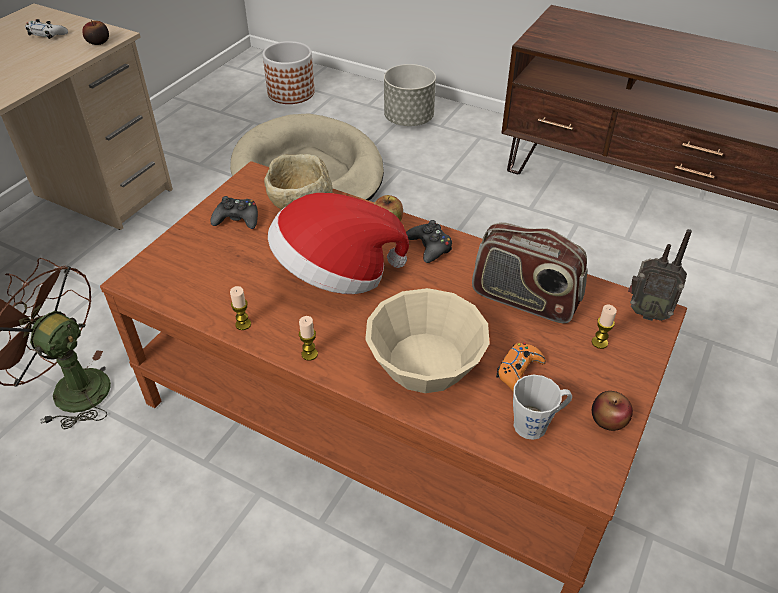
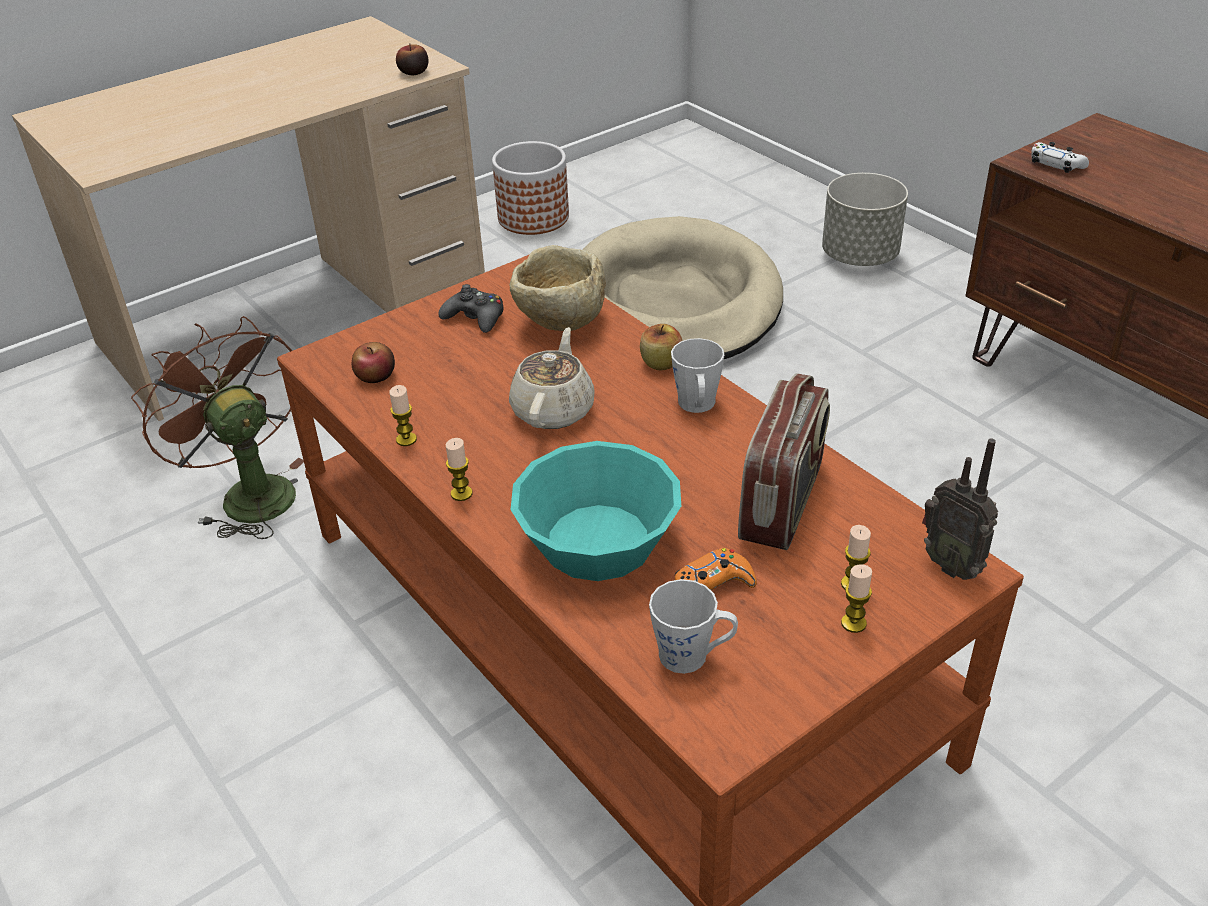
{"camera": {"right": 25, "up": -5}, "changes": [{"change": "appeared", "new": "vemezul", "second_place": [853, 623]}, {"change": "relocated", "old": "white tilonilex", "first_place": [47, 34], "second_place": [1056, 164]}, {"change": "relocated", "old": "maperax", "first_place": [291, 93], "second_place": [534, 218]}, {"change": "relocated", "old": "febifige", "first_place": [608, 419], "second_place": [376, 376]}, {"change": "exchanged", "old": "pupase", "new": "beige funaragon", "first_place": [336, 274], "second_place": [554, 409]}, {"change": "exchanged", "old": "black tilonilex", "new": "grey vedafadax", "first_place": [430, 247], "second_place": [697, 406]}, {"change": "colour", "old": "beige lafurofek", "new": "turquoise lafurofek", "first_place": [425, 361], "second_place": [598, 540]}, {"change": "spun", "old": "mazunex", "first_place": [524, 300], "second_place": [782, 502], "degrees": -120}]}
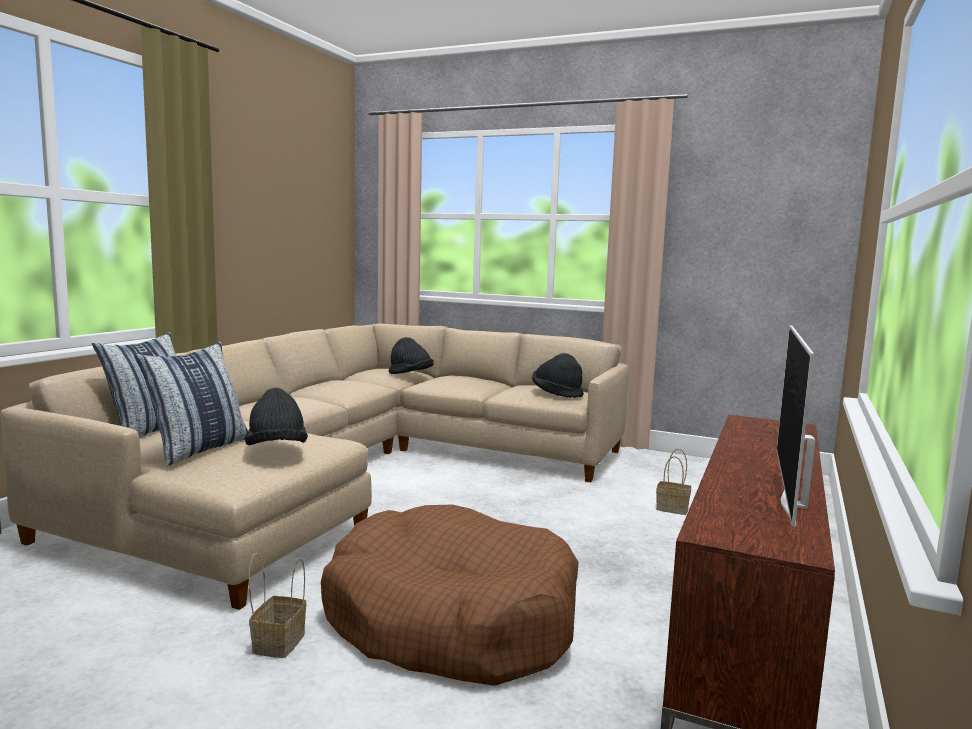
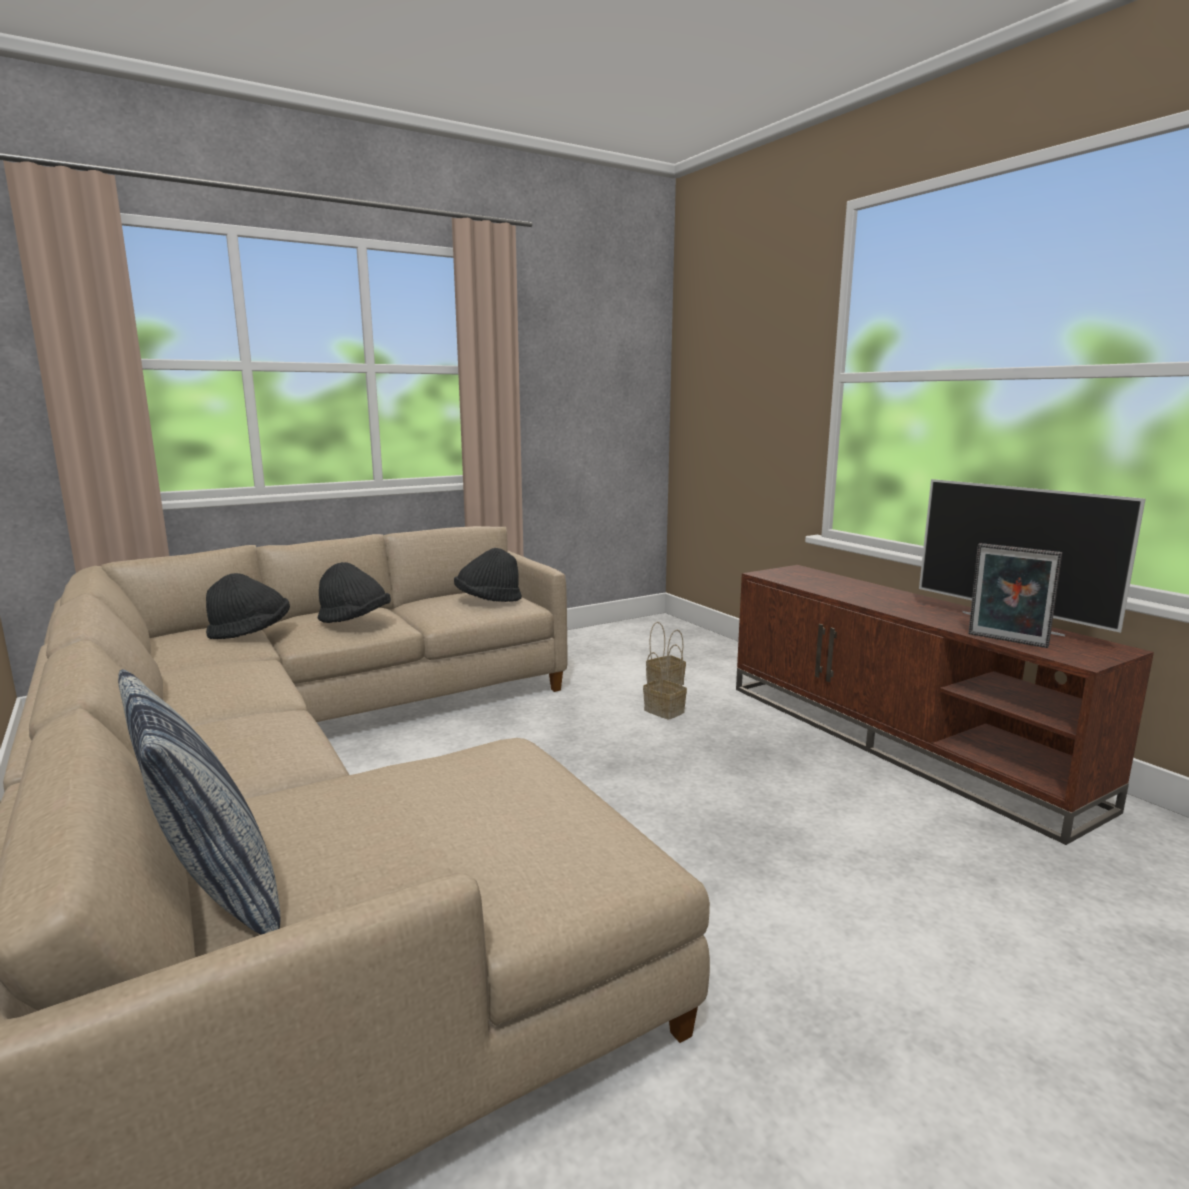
{"camera": {"right": -55, "up": 5}, "changes": [{"change": "missing", "old": "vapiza", "first_place": [199, 449]}, {"change": "missing", "old": "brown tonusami", "first_place": [450, 619]}, {"change": "appeared", "new": "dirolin", "second_place": [1006, 641]}, {"change": "relocated", "old": "black pupase", "first_place": [276, 450], "second_place": [355, 621]}, {"change": "relocated", "old": "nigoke", "first_place": [279, 641], "second_place": [662, 711]}]}
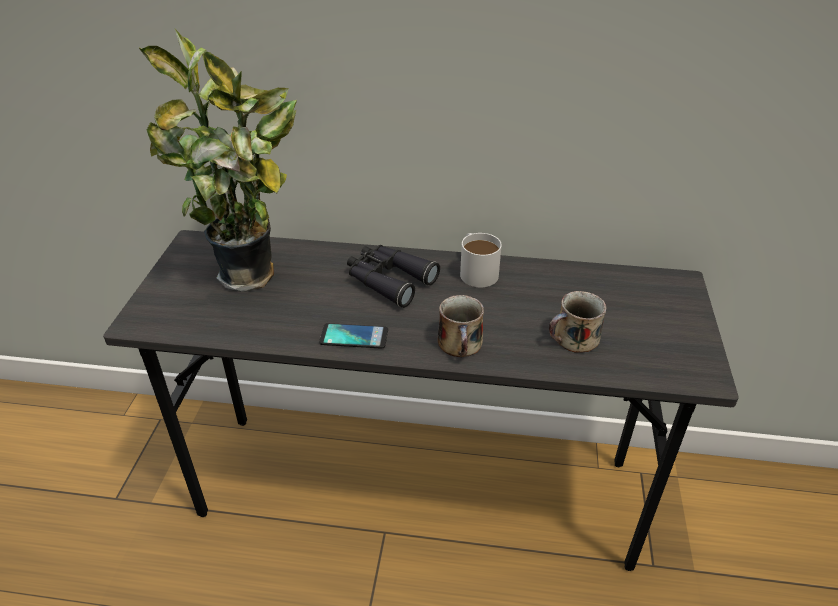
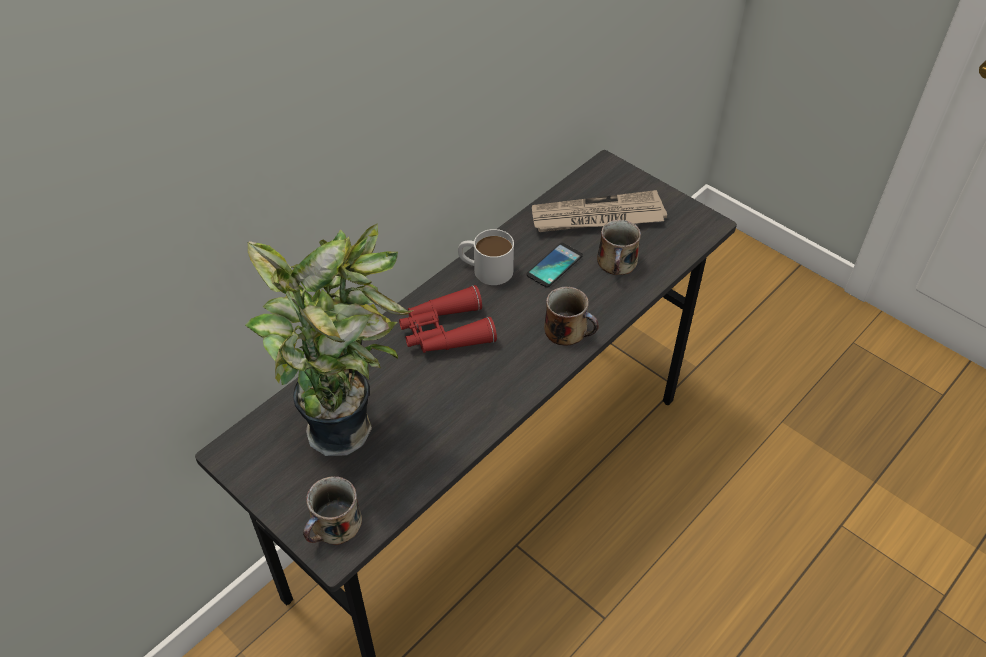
{"camera": {"right": -55, "up": 10}, "changes": [{"change": "appeared", "new": "vedafadax", "second_place": [335, 525]}, {"change": "appeared", "new": "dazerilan", "second_place": [597, 217]}, {"change": "relocated", "old": "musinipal", "first_place": [354, 337], "second_place": [554, 265]}, {"change": "colour", "old": "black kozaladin", "new": "red kozaladin", "first_place": [388, 280], "second_place": [445, 332]}]}
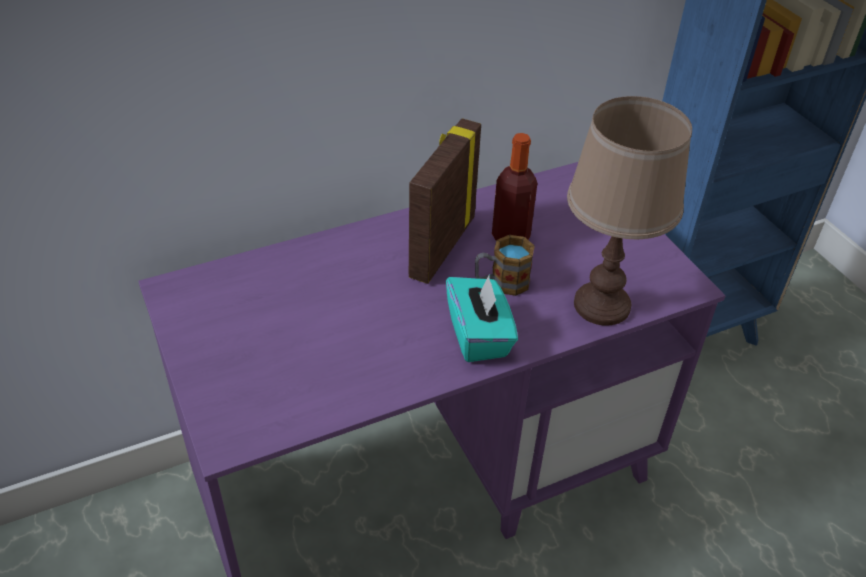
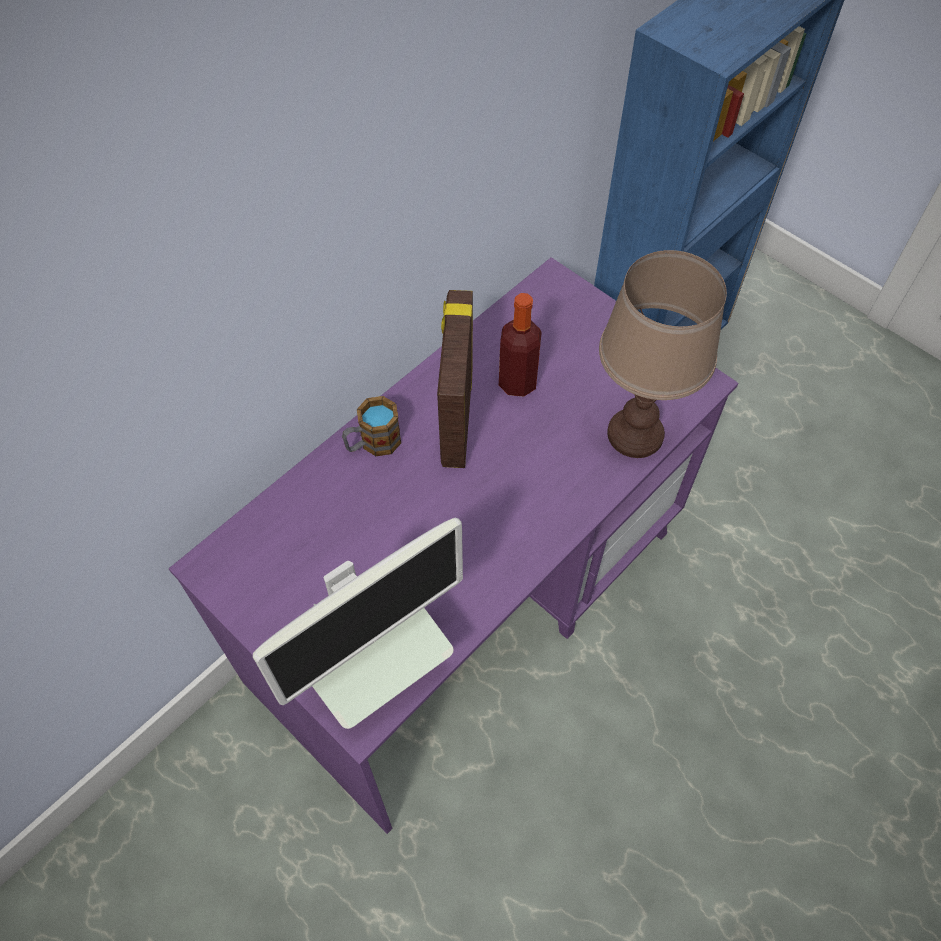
{"camera": {"right": -20, "up": 15}, "changes": [{"change": "missing", "old": "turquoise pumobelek", "first_place": [479, 336]}, {"change": "appeared", "new": "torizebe", "second_place": [375, 668]}, {"change": "relocated", "old": "vedafadax", "first_place": [501, 282], "second_place": [373, 443]}]}
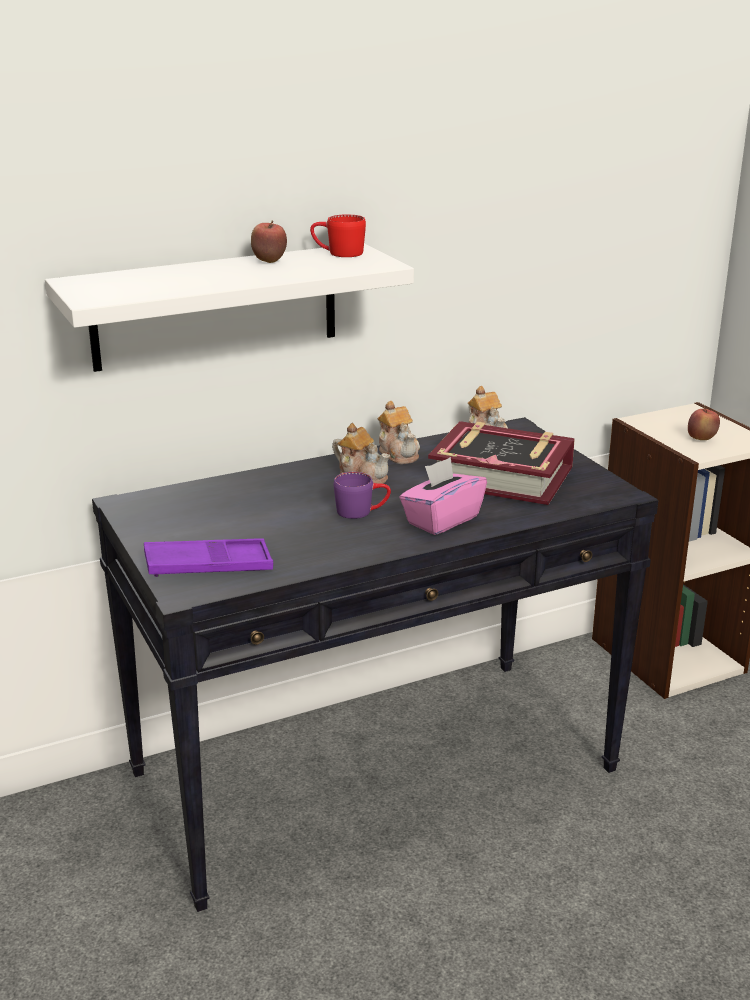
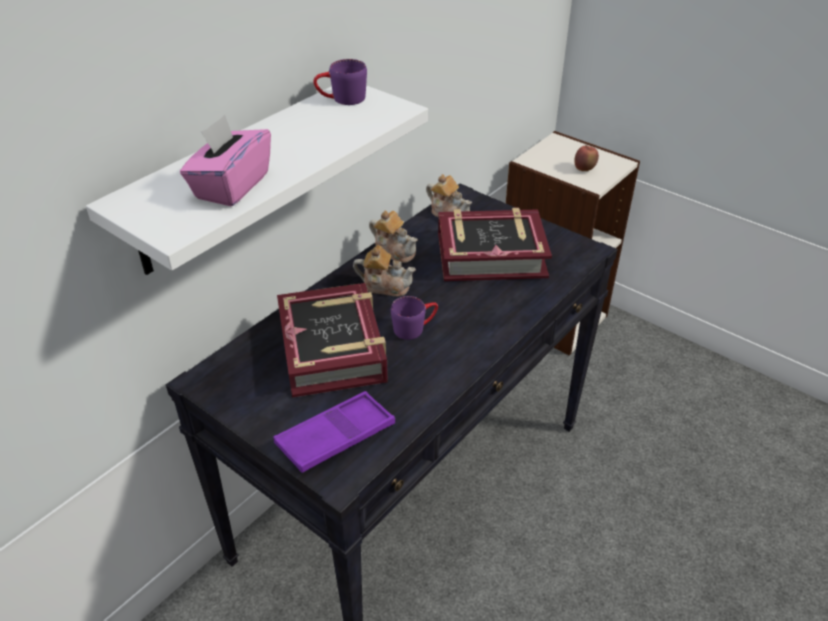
{"camera": {"right": -25, "up": 15}, "changes": [{"change": "missing", "old": "febifige", "first_place": [269, 261]}, {"change": "appeared", "new": "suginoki", "second_place": [333, 348]}, {"change": "relocated", "old": "pink pumobelek", "first_place": [442, 520], "second_place": [231, 186]}, {"change": "colour", "old": "red vedafadax", "new": "purple vedafadax", "first_place": [338, 253], "second_place": [341, 99]}]}
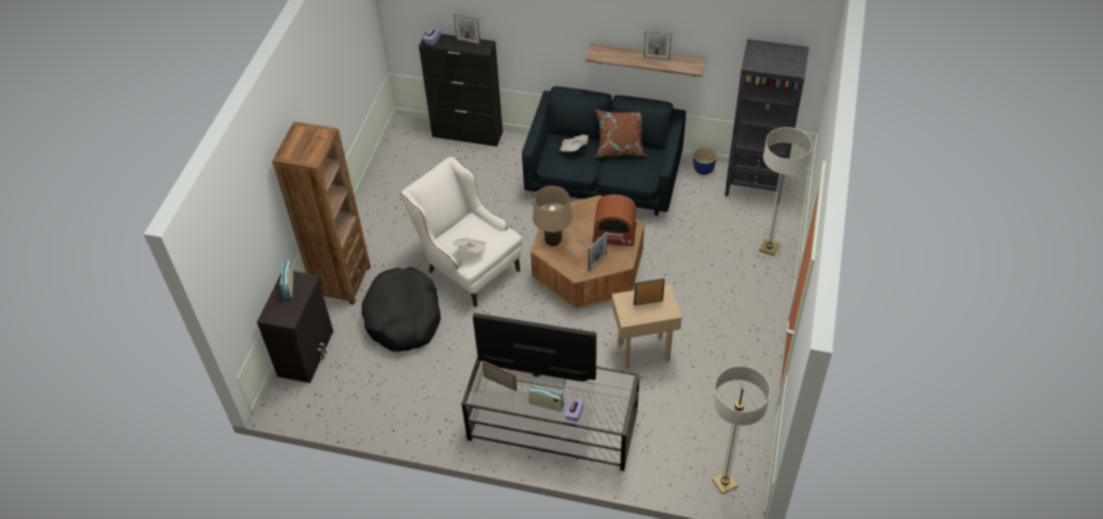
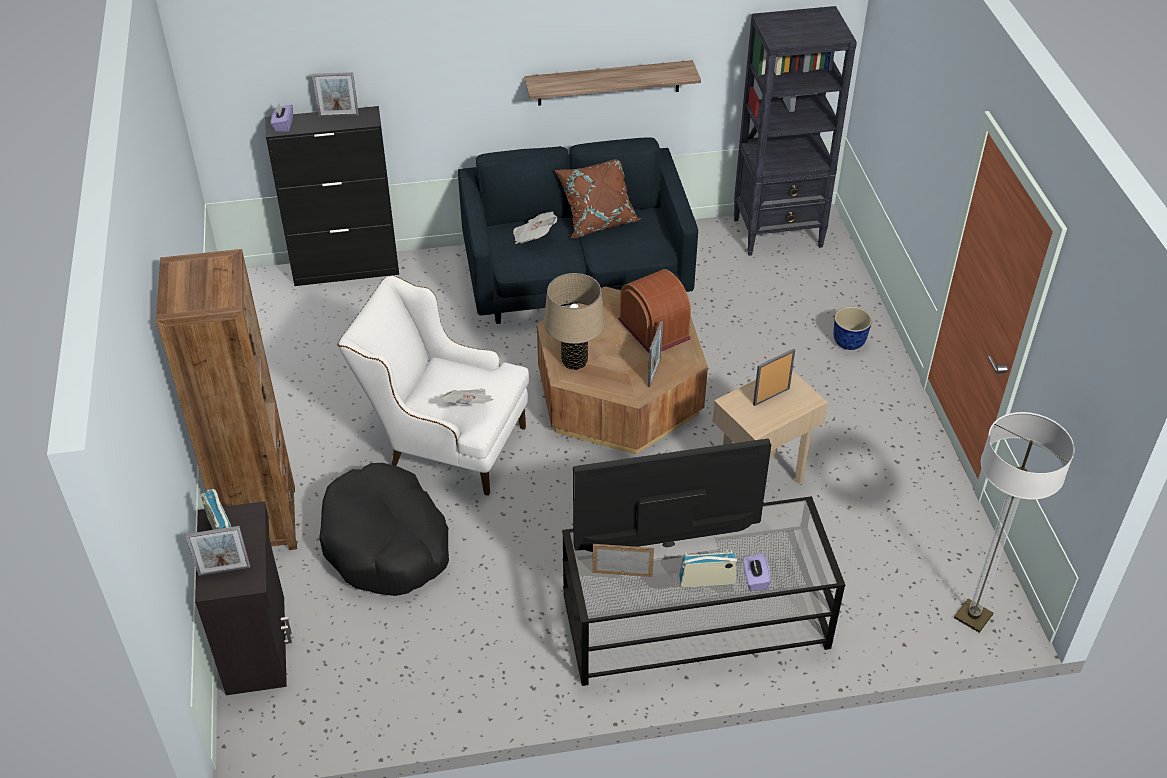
{"camera": {"right": -25, "up": -5}, "changes": [{"change": "missing", "old": "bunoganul", "first_place": [769, 248]}, {"change": "relocated", "old": "dirolin", "first_place": [656, 58], "second_place": [224, 570]}, {"change": "relocated", "old": "maperax", "first_place": [703, 169], "second_place": [849, 342]}, {"change": "spun", "old": "mazunex", "first_place": [614, 233], "second_place": [654, 329], "degrees": -105}]}
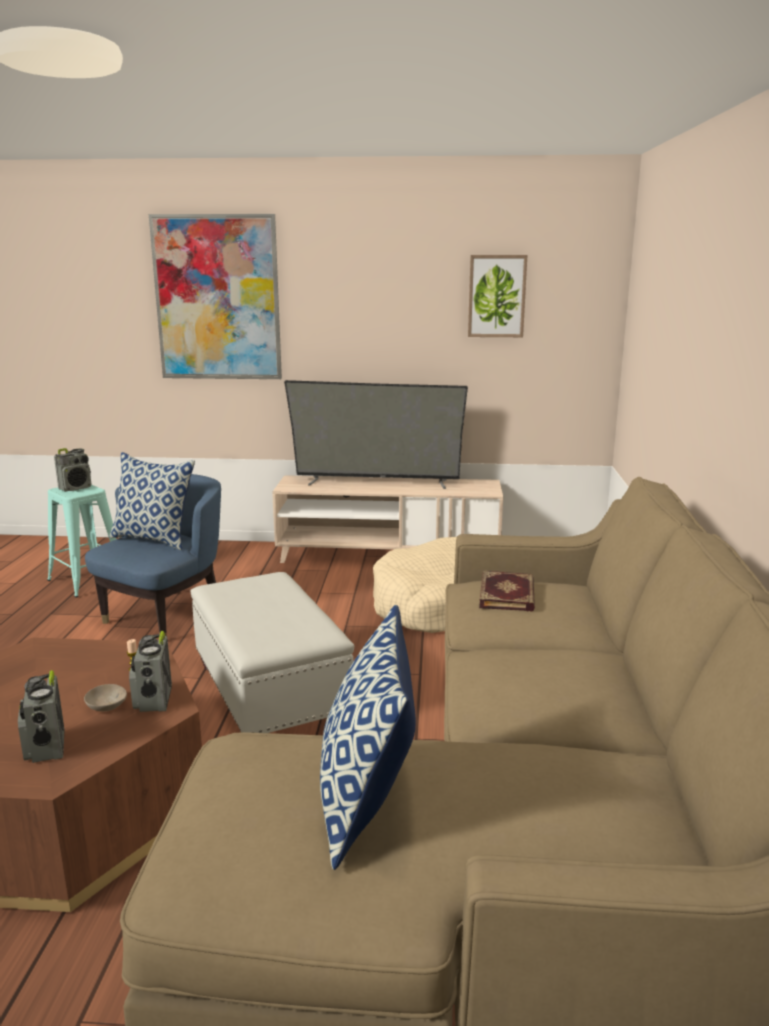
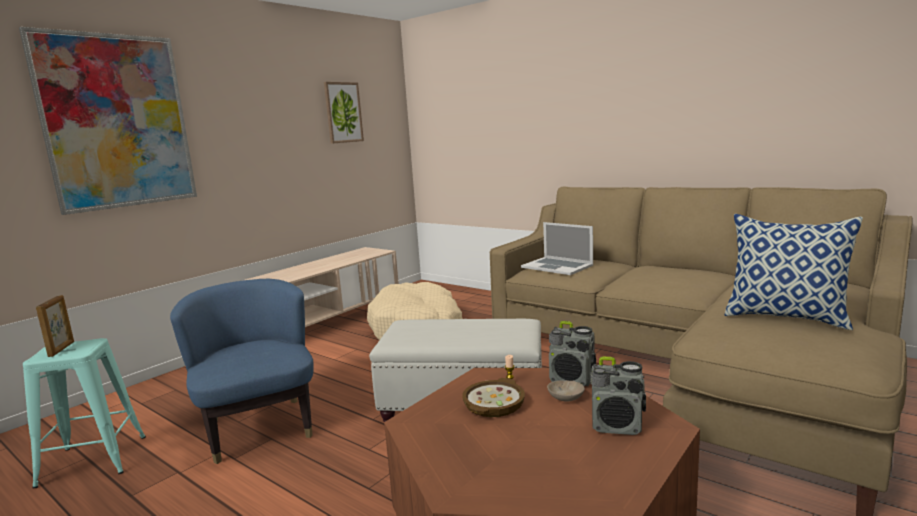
{"camera": {"right": -55, "up": -5}, "changes": [{"change": "missing", "old": "vapiza", "first_place": [154, 539]}, {"change": "missing", "old": "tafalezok", "first_place": [377, 482]}, {"change": "appeared", "new": "lafurofek", "second_place": [493, 405]}, {"change": "exchanged", "old": "mazunex", "new": "dirolin", "first_place": [76, 488], "second_place": [62, 349]}, {"change": "exchanged", "old": "suginoki", "new": "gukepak", "first_place": [508, 594], "second_place": [557, 266]}]}
